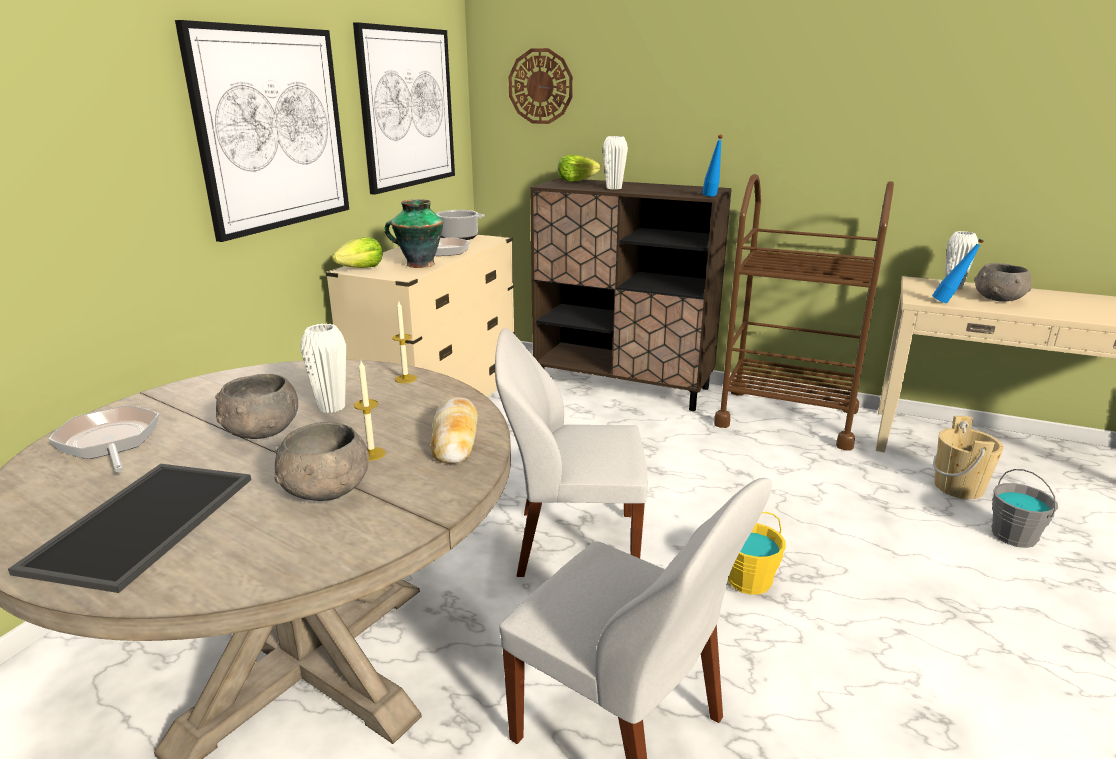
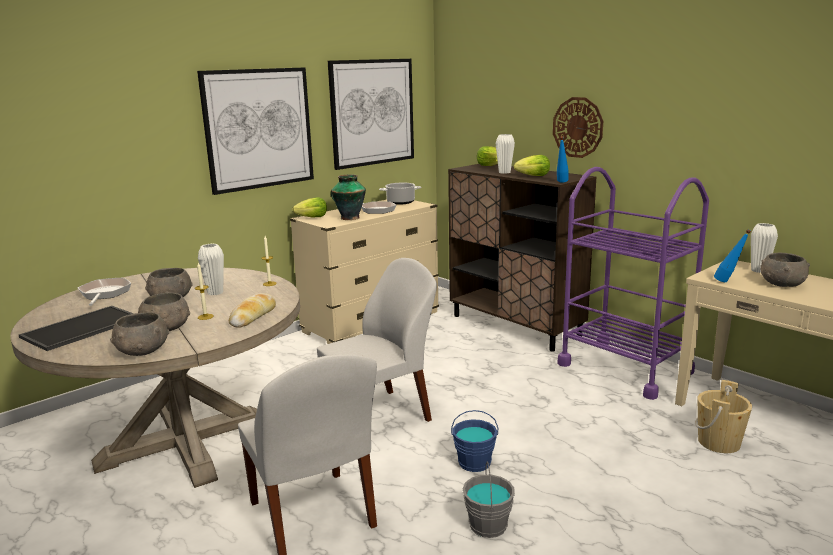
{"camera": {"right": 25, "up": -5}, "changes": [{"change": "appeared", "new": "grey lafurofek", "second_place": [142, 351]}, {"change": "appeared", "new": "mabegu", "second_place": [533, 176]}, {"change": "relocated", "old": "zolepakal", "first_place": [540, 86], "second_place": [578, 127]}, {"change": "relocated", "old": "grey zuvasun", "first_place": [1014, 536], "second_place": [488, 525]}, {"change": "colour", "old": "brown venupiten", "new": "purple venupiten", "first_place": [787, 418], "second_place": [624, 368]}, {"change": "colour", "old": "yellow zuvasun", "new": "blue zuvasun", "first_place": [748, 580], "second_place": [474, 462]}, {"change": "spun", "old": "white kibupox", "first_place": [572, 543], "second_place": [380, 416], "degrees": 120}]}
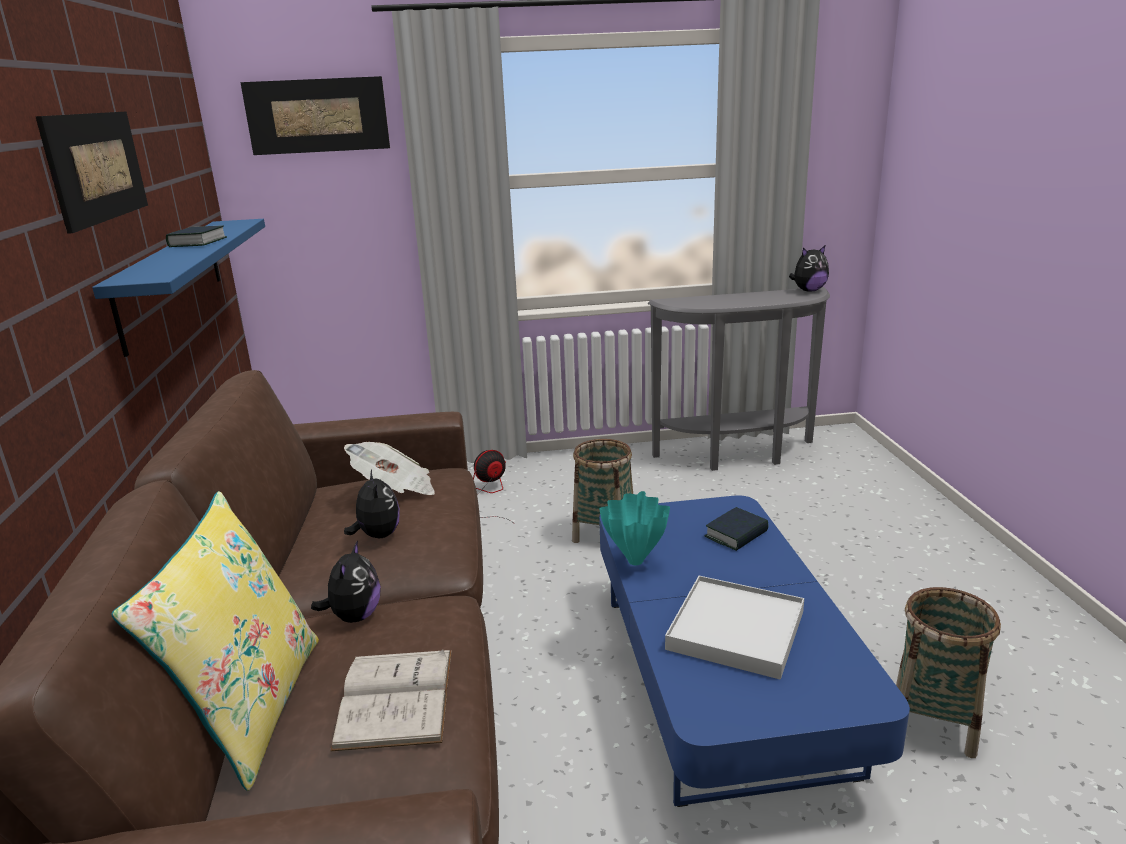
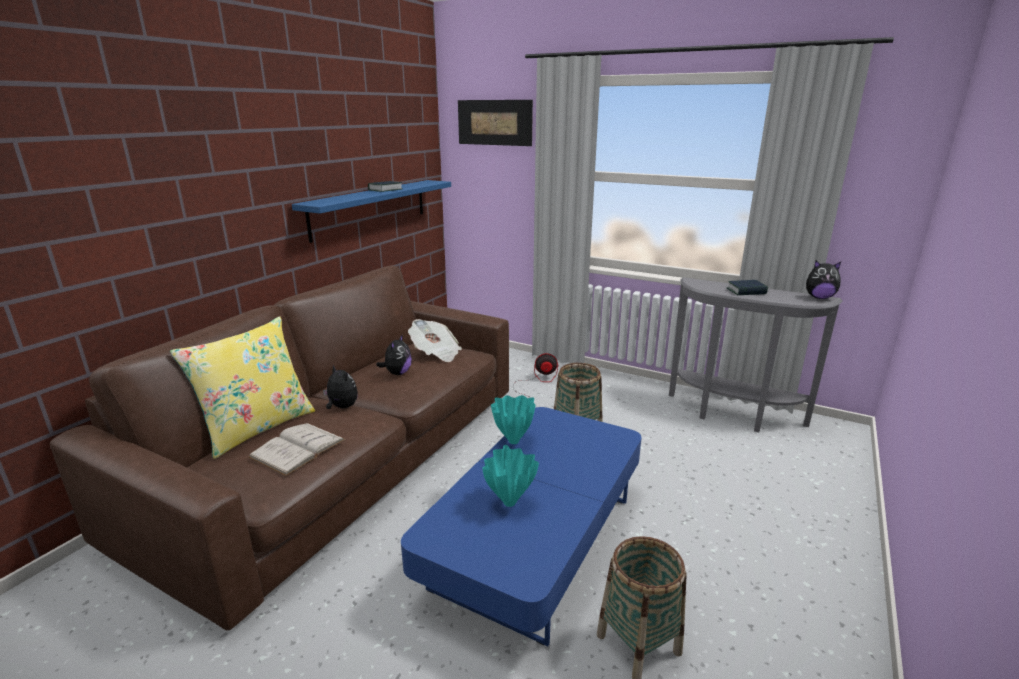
{"camera": {"right": 35, "up": 0}, "changes": [{"change": "missing", "old": "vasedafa", "first_place": [96, 167]}, {"change": "relocated", "old": "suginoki", "first_place": [736, 534], "second_place": [746, 291]}, {"change": "exchanged", "old": "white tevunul", "new": "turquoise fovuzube", "first_place": [735, 630], "second_place": [509, 503]}, {"change": "spun", "old": "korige", "first_place": [354, 616], "second_place": [342, 407], "degrees": -90}]}
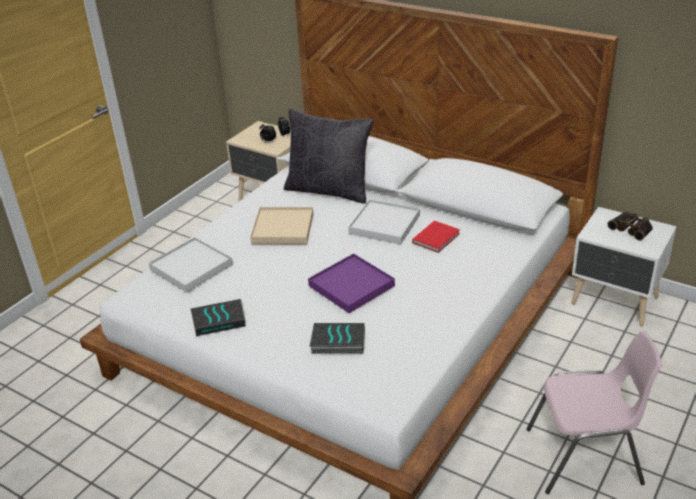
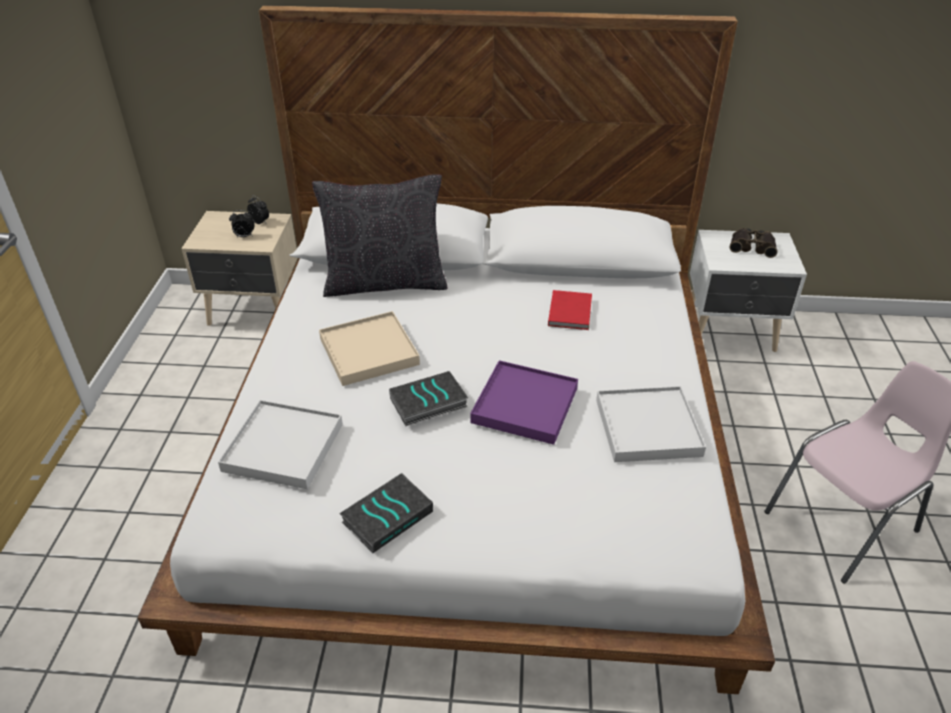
{"camera": {"right": -30, "up": 5}, "changes": [{"change": "relocated", "old": "suginoki", "first_place": [337, 343], "second_place": [428, 404]}, {"change": "relocated", "old": "white tevunul", "first_place": [384, 224], "second_place": [648, 427]}]}
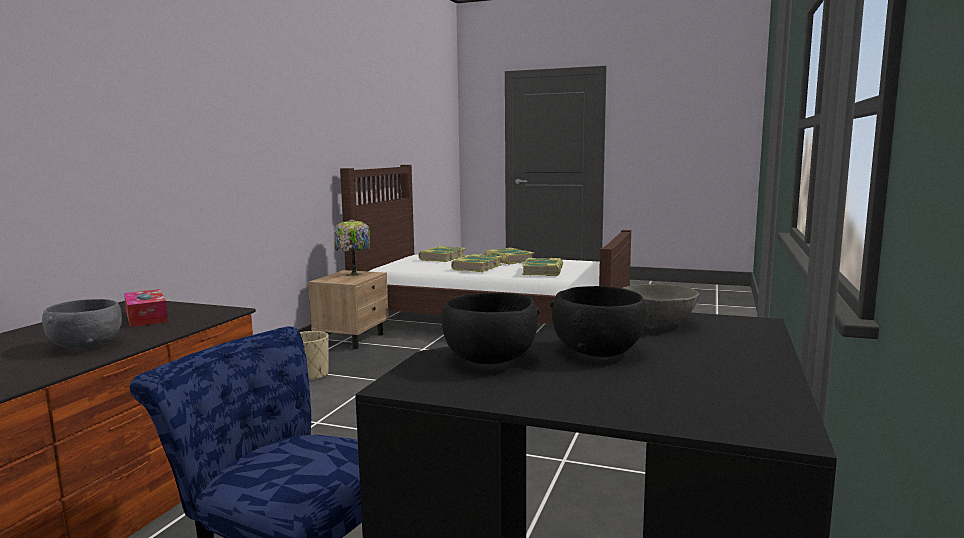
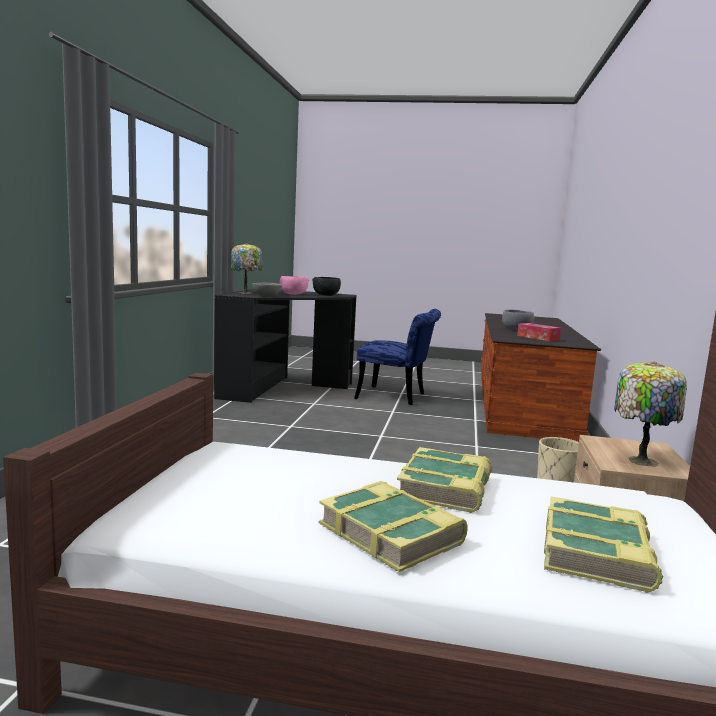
{"camera": {"right": 170, "up": 0}, "changes": [{"change": "missing", "old": "suginoki", "first_place": [543, 271]}, {"change": "appeared", "new": "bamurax", "second_place": [246, 292]}, {"change": "colour", "old": "black lafurofek", "new": "pink lafurofek", "first_place": [597, 350], "second_place": [293, 294]}]}
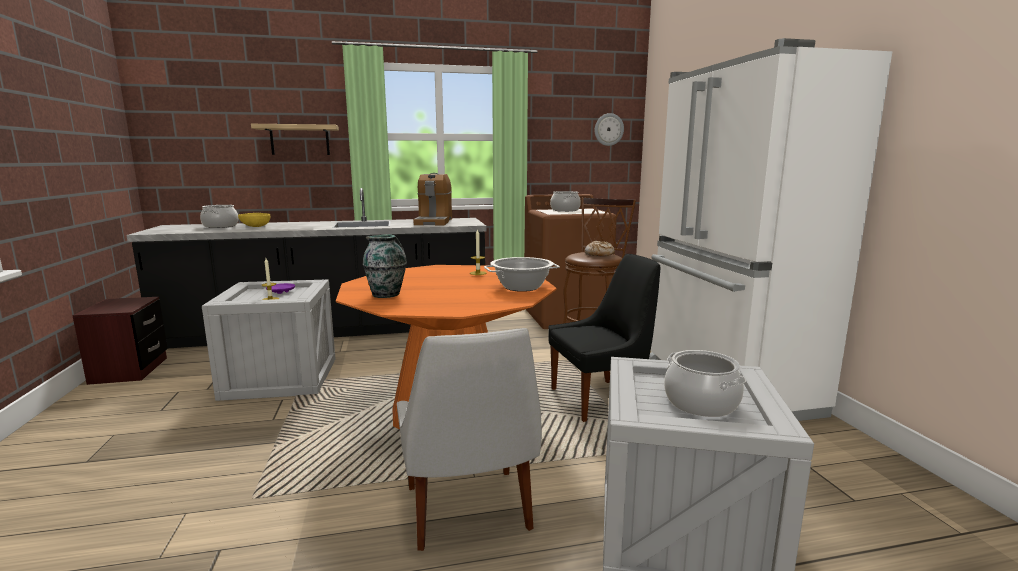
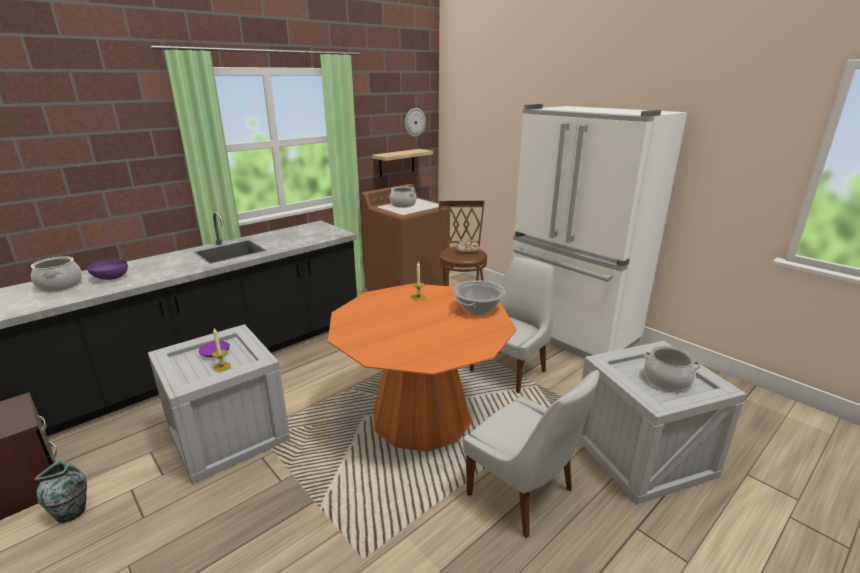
{"camera": {"right": -30, "up": 10}, "changes": [{"change": "missing", "old": "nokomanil", "first_place": [434, 222]}, {"change": "relocated", "old": "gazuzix", "first_place": [300, 140], "second_place": [396, 163]}, {"change": "relocated", "old": "fovuzube", "first_place": [387, 295], "second_place": [72, 512]}, {"change": "colour", "old": "yellow lafurofek", "new": "purple lafurofek", "first_place": [255, 226], "second_place": [110, 278]}, {"change": "colour", "old": "black kibupox", "new": "white kibupox", "first_place": [600, 399], "second_place": [509, 370]}]}
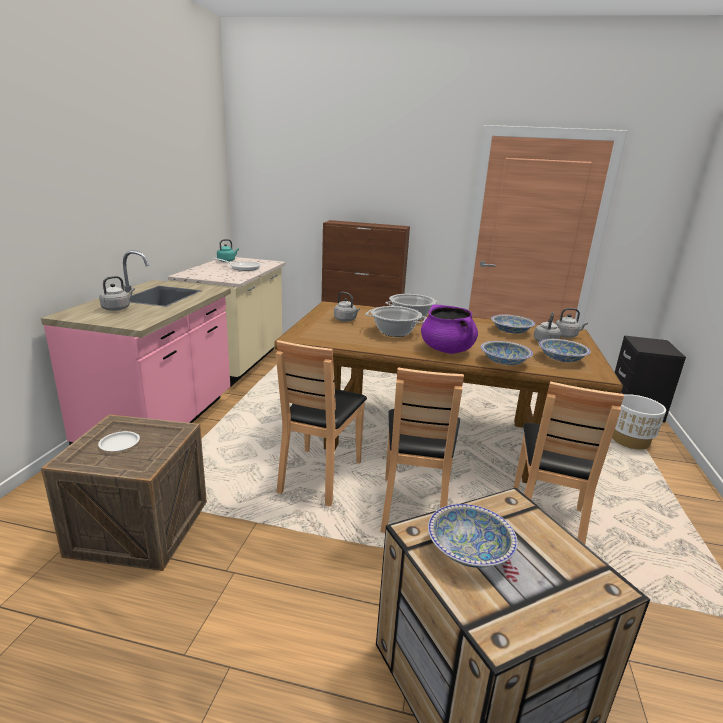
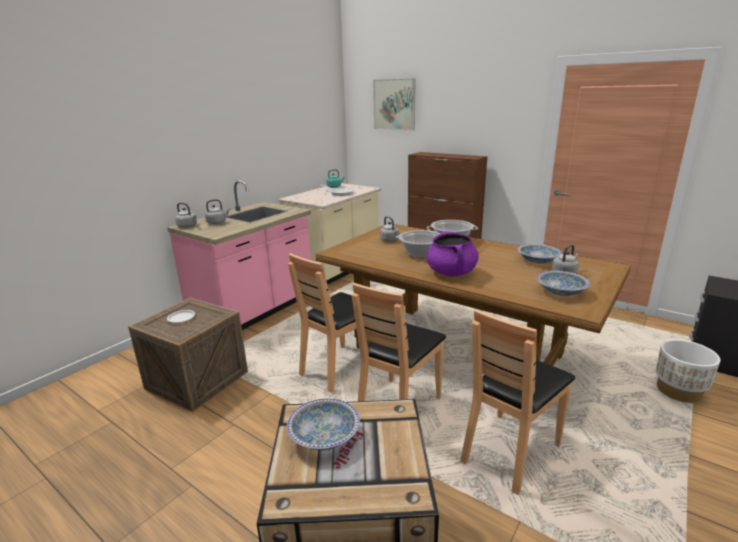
{"camera": {"right": 25, "up": 0}, "changes": [{"change": "missing", "old": "lafurofek", "first_place": [504, 362]}, {"change": "appeared", "new": "vasedafa", "second_place": [394, 104]}, {"change": "relocated", "old": "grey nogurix", "first_place": [566, 336], "second_place": [188, 226]}]}
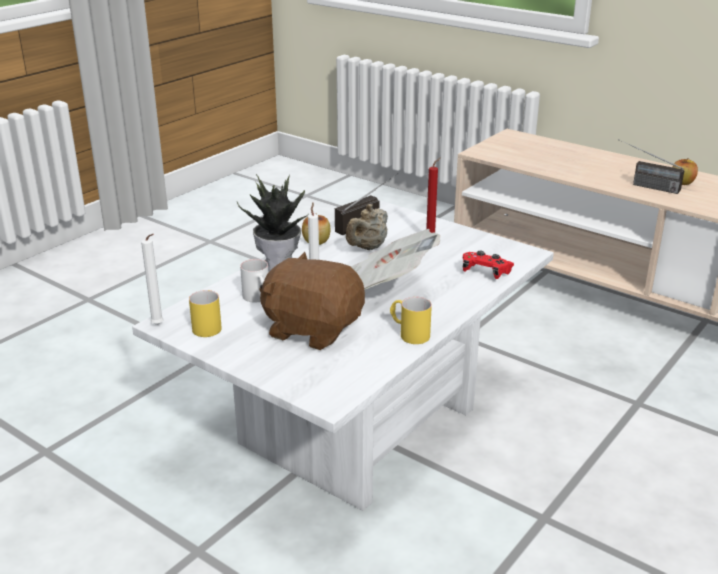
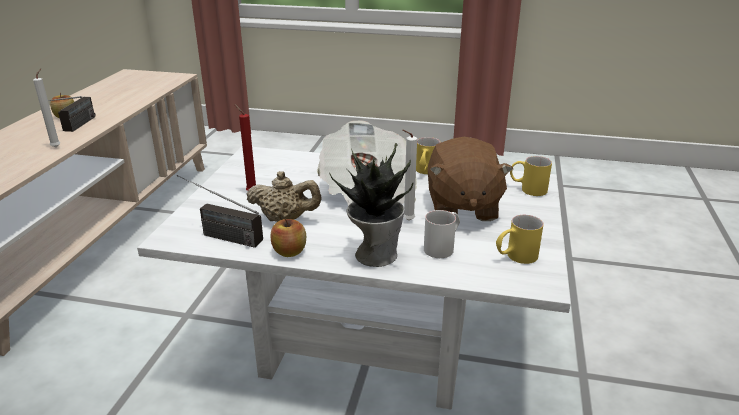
{"camera": {"right": -115, "up": 0}, "changes": [{"change": "missing", "old": "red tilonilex", "first_place": [486, 272]}, {"change": "appeared", "new": "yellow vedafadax", "second_place": [527, 189]}, {"change": "relocated", "old": "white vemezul", "first_place": [159, 325], "second_place": [57, 147]}]}
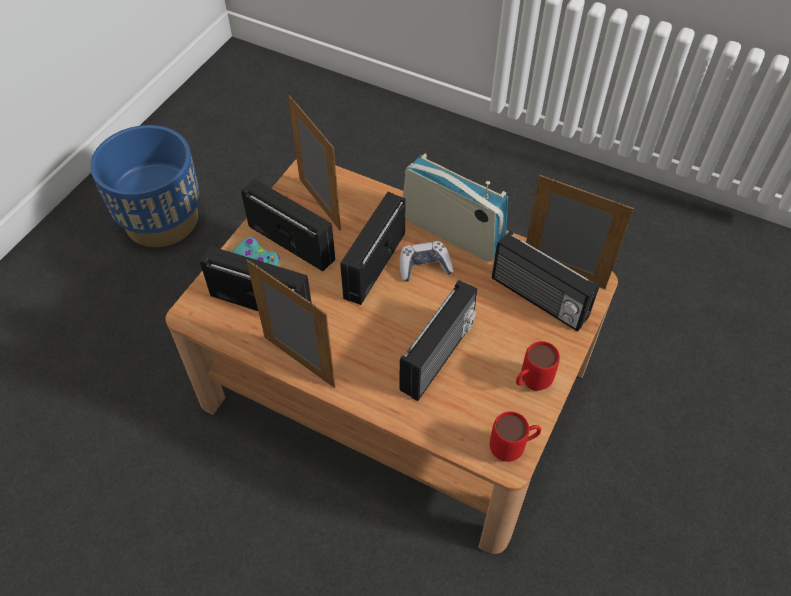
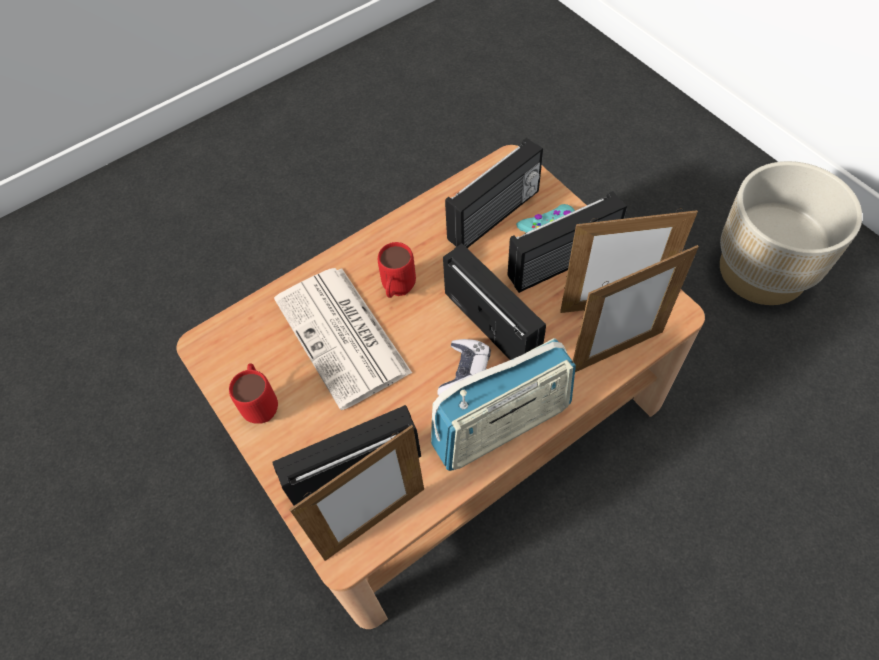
{"camera": {"right": 120, "up": 5}, "changes": [{"change": "relocated", "old": "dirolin", "first_place": [299, 362], "second_place": [616, 352]}, {"change": "relocated", "old": "red vedafadax", "first_place": [512, 449], "second_place": [397, 292]}, {"change": "exchanged", "old": "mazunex", "new": "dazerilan", "first_place": [439, 357], "second_place": [344, 337]}, {"change": "colour", "old": "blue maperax", "new": "beige maperax", "first_place": [162, 220], "second_place": [762, 271]}]}
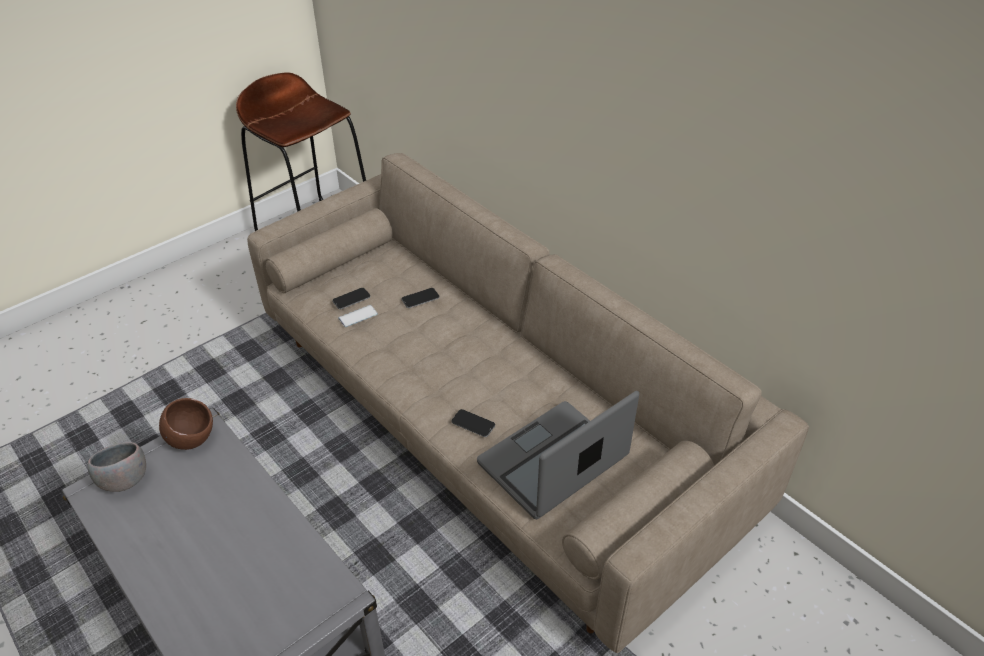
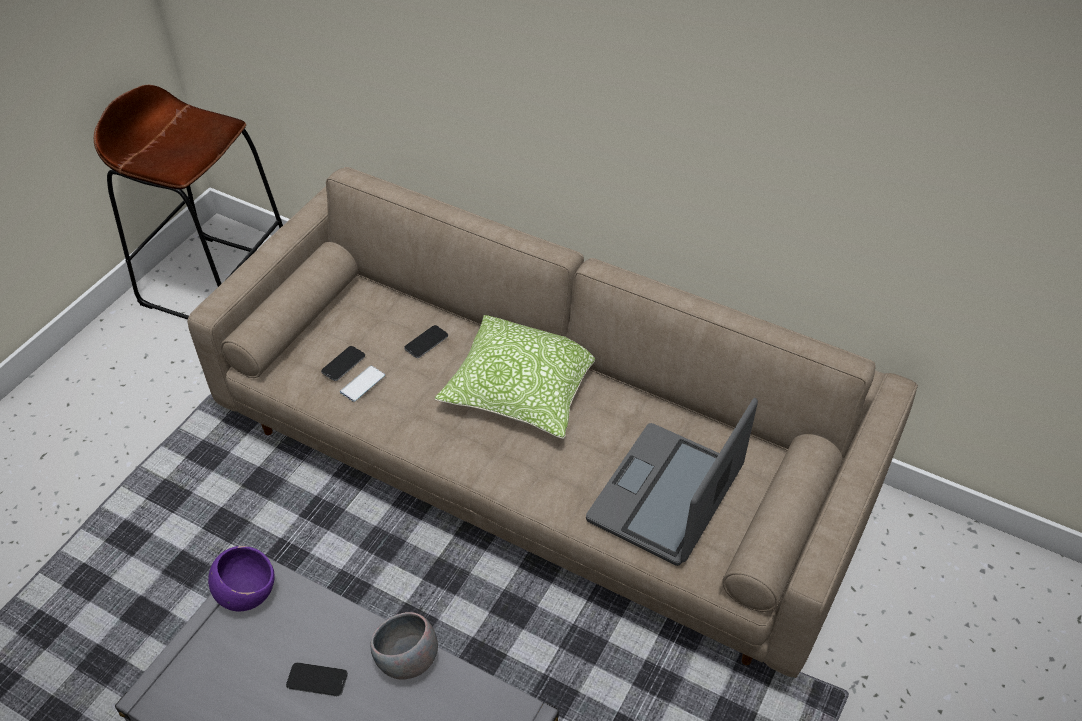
{"camera": {"right": -20, "up": 5}, "changes": [{"change": "appeared", "new": "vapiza", "second_place": [523, 387]}, {"change": "relocated", "old": "grey lafurofek", "first_place": [125, 481], "second_place": [407, 661]}, {"change": "relocated", "old": "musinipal", "first_place": [473, 424], "second_place": [317, 680]}, {"change": "colour", "old": "brown lafurofek", "new": "purple lafurofek", "first_place": [191, 439], "second_place": [246, 594]}]}
